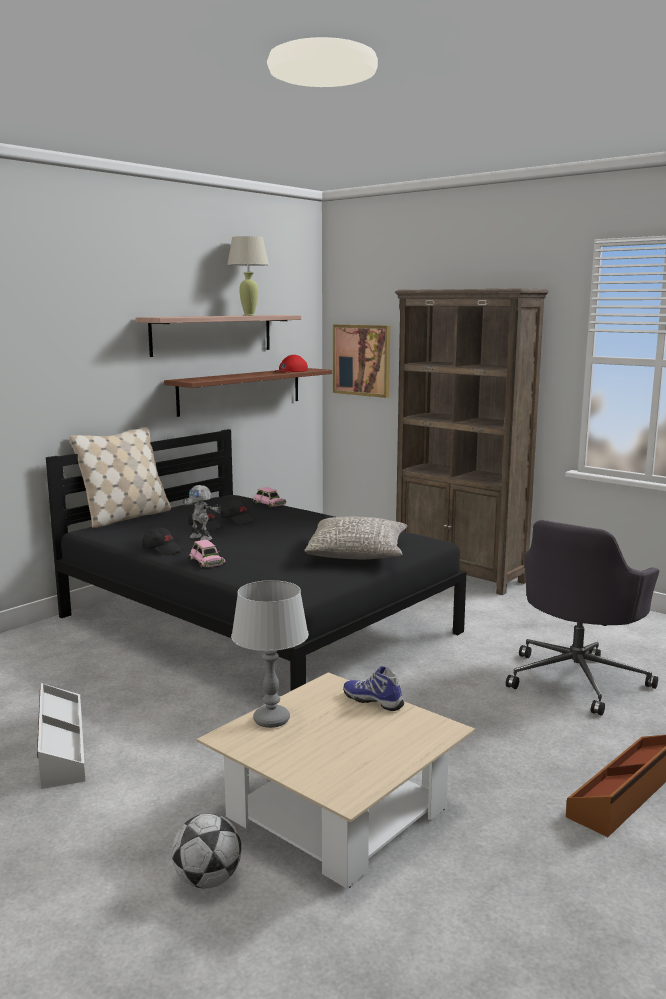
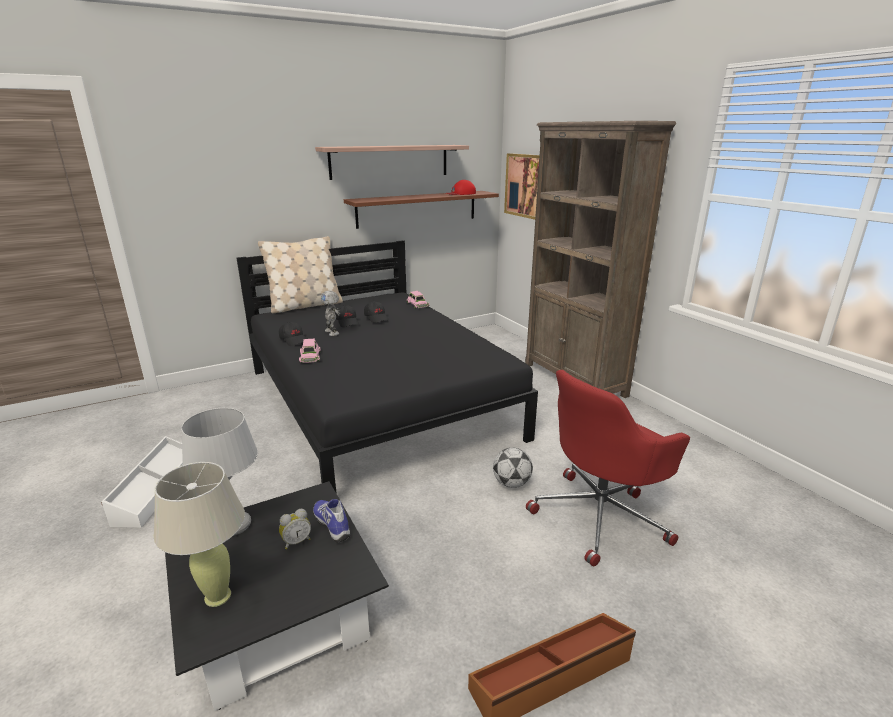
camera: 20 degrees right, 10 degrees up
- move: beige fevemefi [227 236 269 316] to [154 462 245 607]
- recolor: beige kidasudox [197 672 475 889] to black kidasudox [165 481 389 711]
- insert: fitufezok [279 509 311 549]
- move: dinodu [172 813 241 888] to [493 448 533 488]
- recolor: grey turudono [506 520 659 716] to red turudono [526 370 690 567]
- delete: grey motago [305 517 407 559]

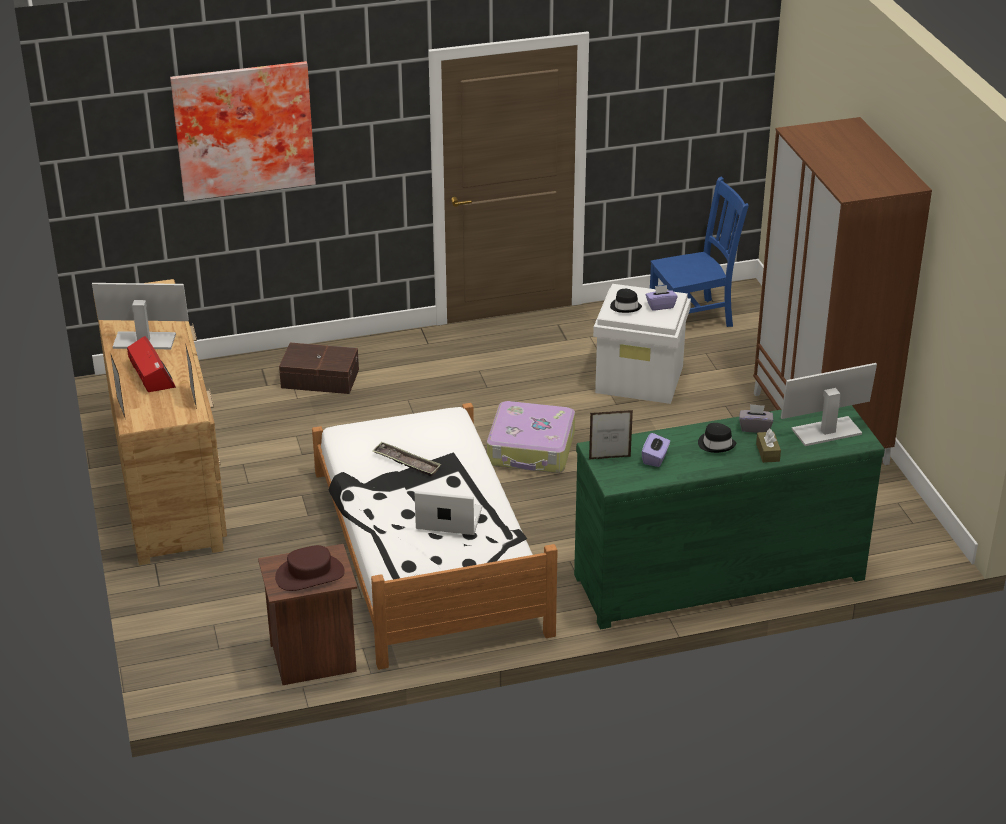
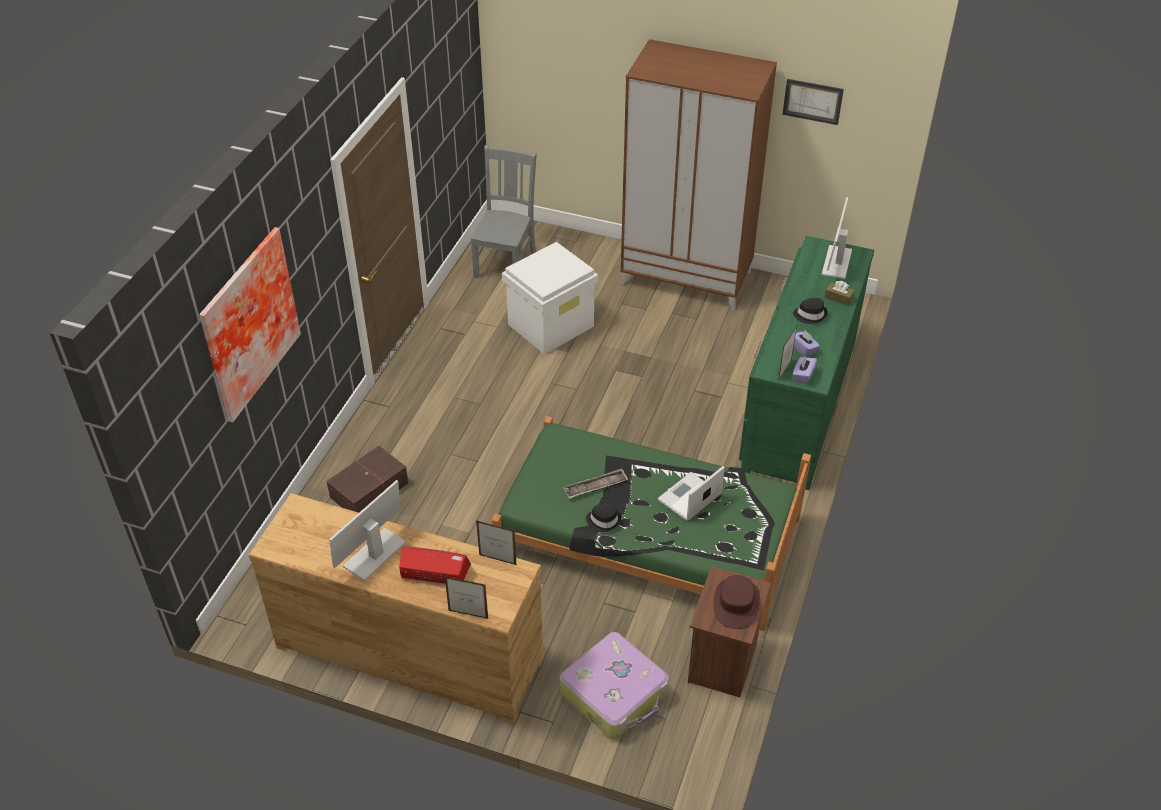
camera: 55 degrees left, 10 degrees up
- recolor: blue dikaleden [650 177 749 327] to grey dikaleden [471 145 537 278]
- recolor: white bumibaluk [312 403 558 670] to green bumibaluk [491 416 811 631]
- move: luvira [487 401 575 473] to [559 632 669 739]
- move: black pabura [610 289 642 313] to [586 503 621 532]
- insert: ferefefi [782 79 844 125]
- move: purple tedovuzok [646 285 677 311] to [793 357 817 385]
- delete: grey tedovuzok [739 404 773 433]

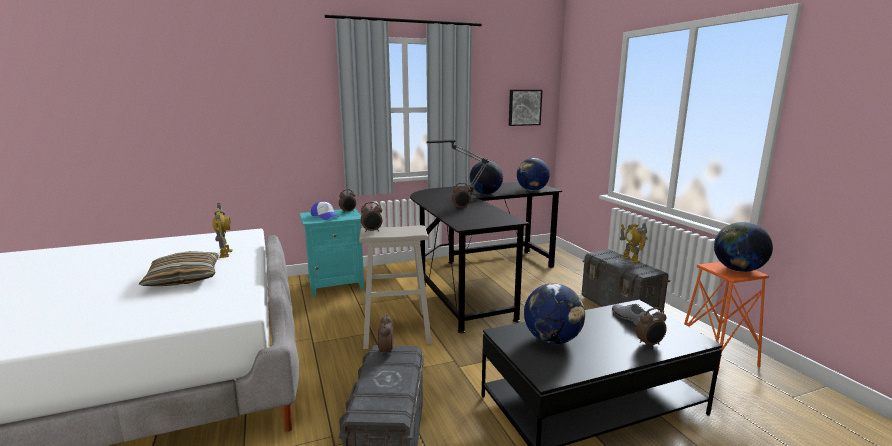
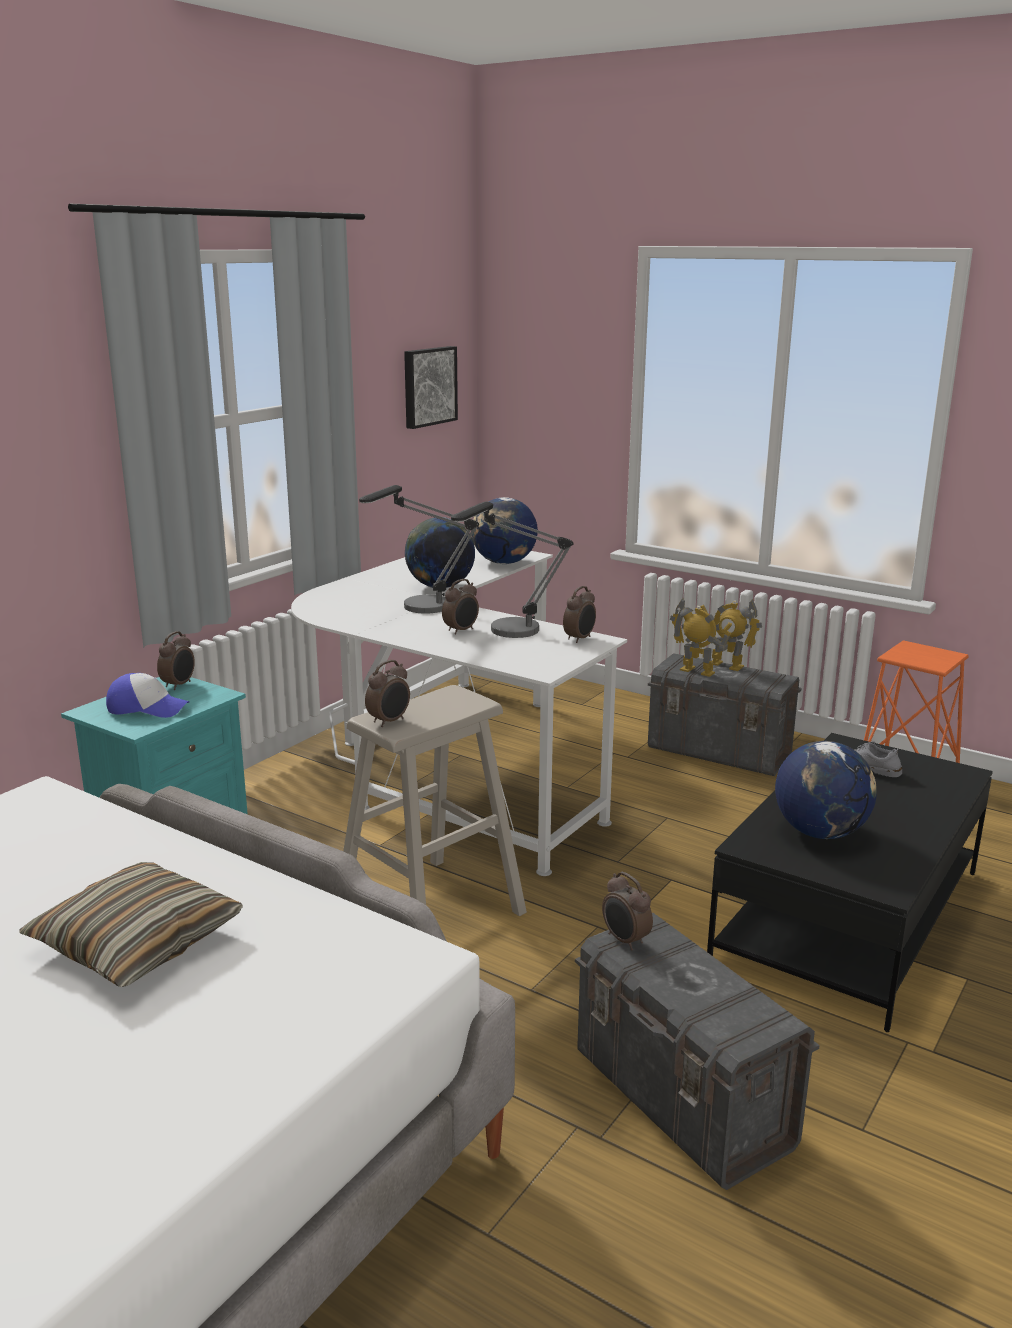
camera: 35 degrees left, 5 degrees up
- recolor: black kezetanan [410 182 562 333] to white kezetanan [291 545 627 876]
- insert: fevemefi [451 502 574 638]
- move: fitufezok [636 307 667 348] to [563 586 596 643]
- move: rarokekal [212 203 232 258] to [670 598 732 677]
- delete: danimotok [714 222 773 272]

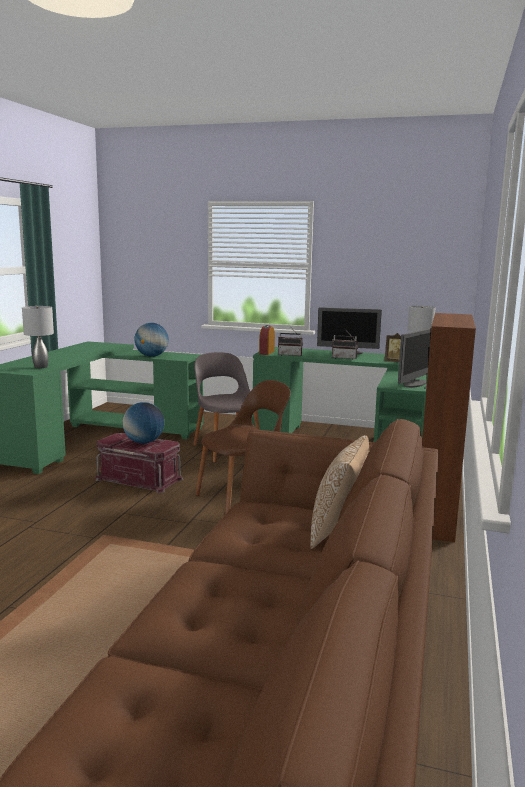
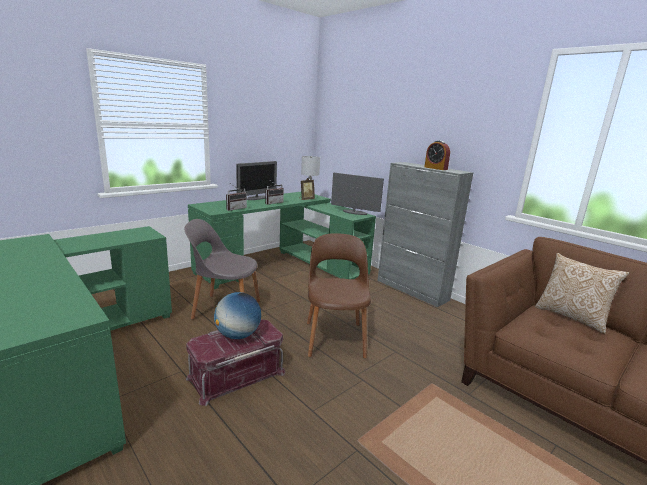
camera: 60 degrees left, 5 degrees up
- rotate: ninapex [398 328 431 388] = [331 173 384 215] 45 degrees counterclockwise
- recolor: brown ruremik [422 313 476 542] to grey ruremik [378 162 474 307]
- move: fitufezok [259 325 275 355] to [424 141 450 170]
- delete: grey fevemefi [22 306 54 368]
- delete: danimotok [134 323 169 357]

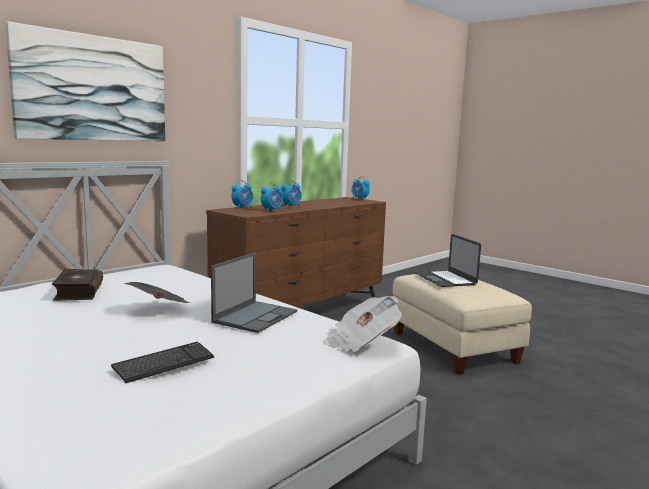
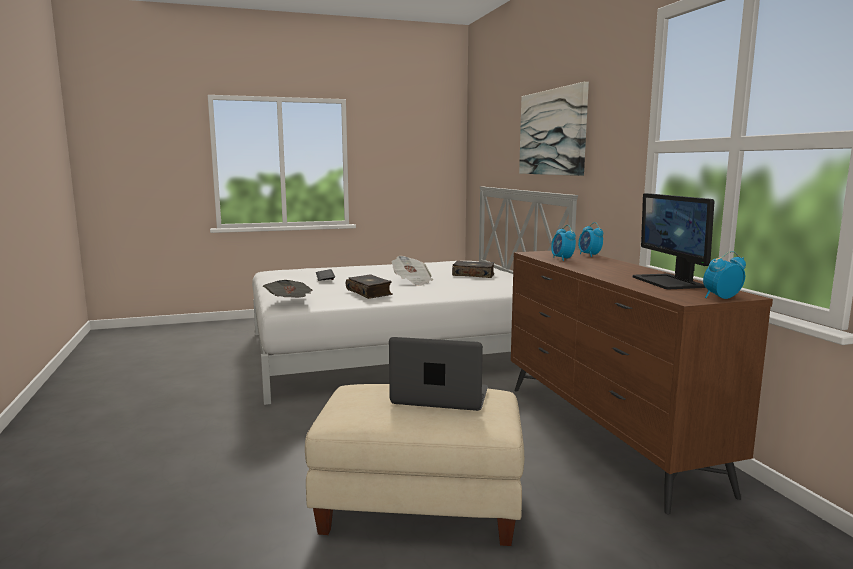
camera: 120 degrees right, 0 degrees up
- replace: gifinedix [211 252 297 333] to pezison [346 274 393 299]
- insert: ninapex [633 193 715 289]
- delete: fitufezok [281 180 302 207]

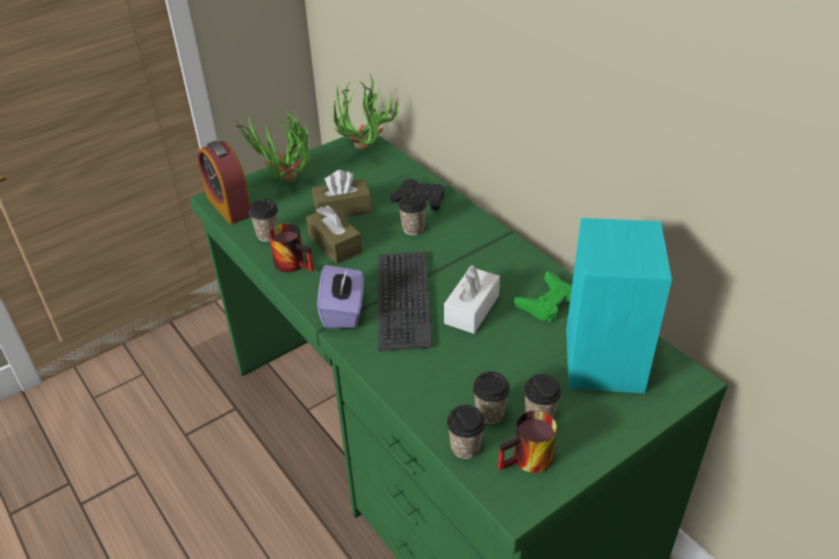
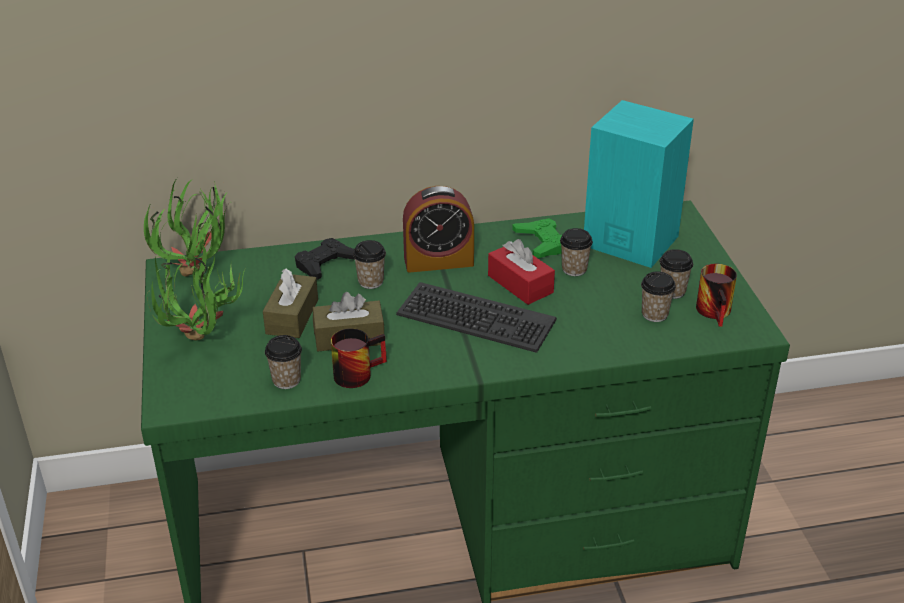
camera: 65 degrees left, 5 degrees down
- move: fitufezok [198 141 251 224] to [403 186 474 273]
- recolor: white tedovuzok [444 265 500 334] to red tedovuzok [488 239 555 305]
- move: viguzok [447 405 485 459] to [560 228 593 276]
- delete: purple tedovuzok [317 265 364 329]

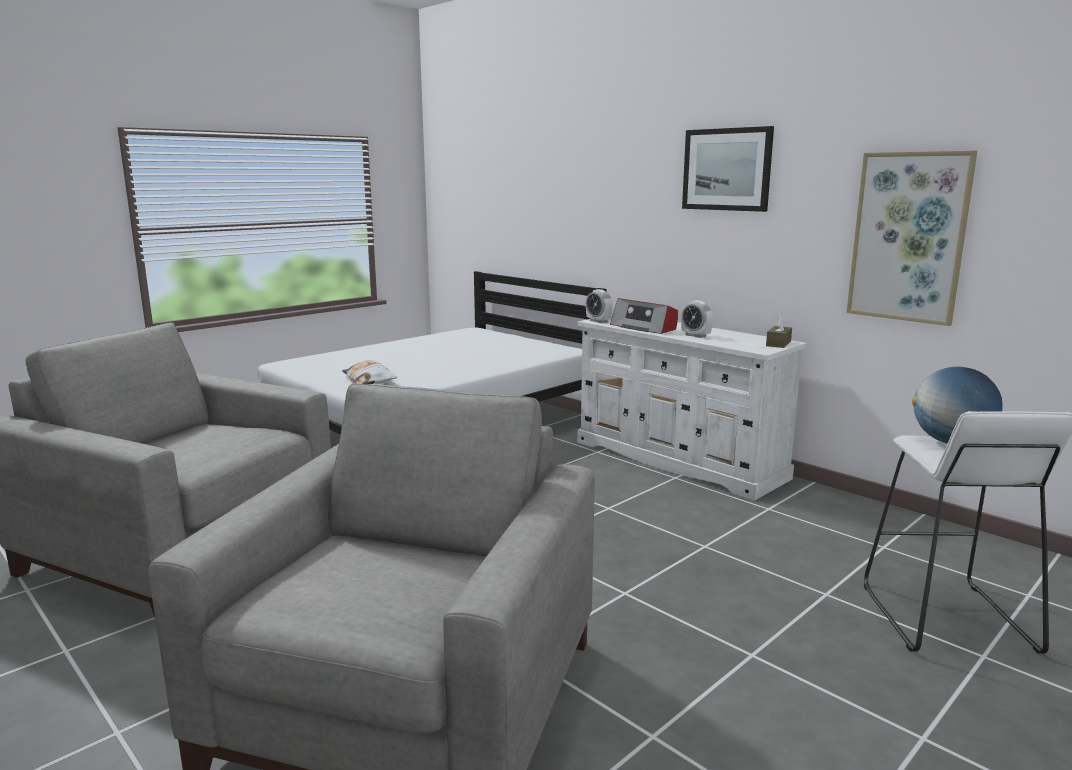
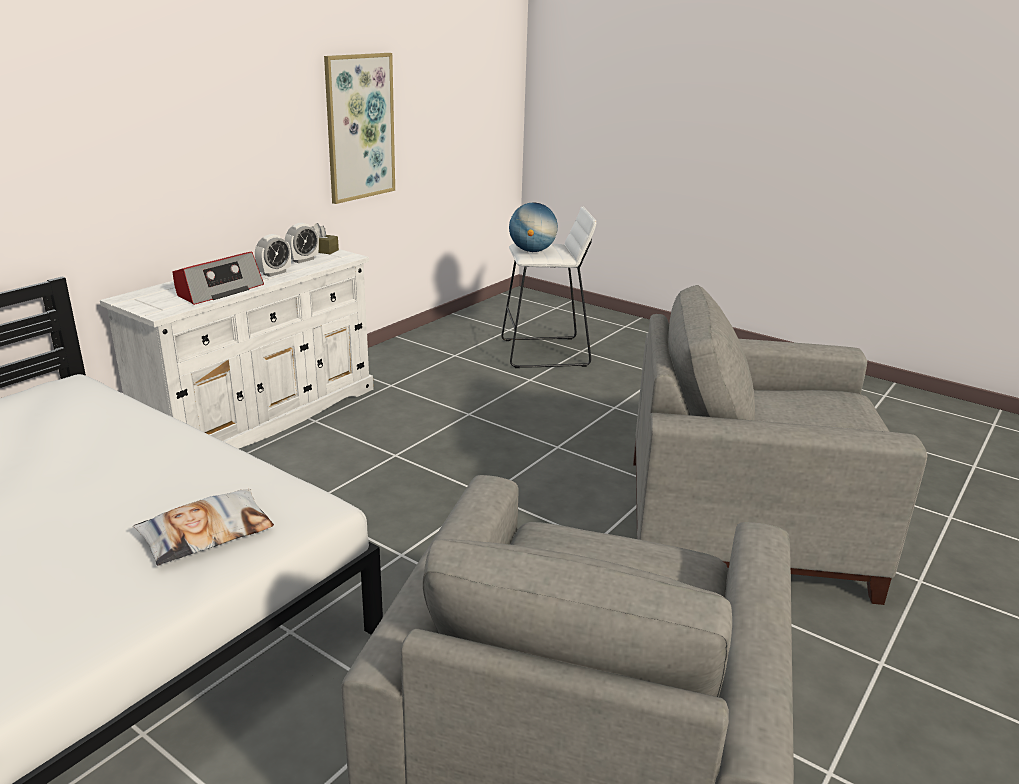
camera: 100 degrees left, 10 degrees up
- move: fitufezok [586 289 612 323] to [285 223 319 263]
- delete: ferefefi [682 126 774 212]

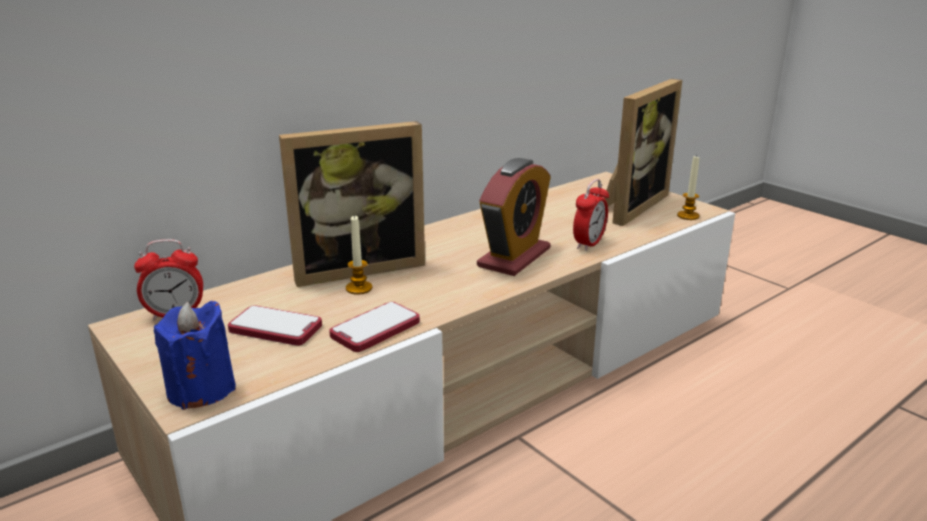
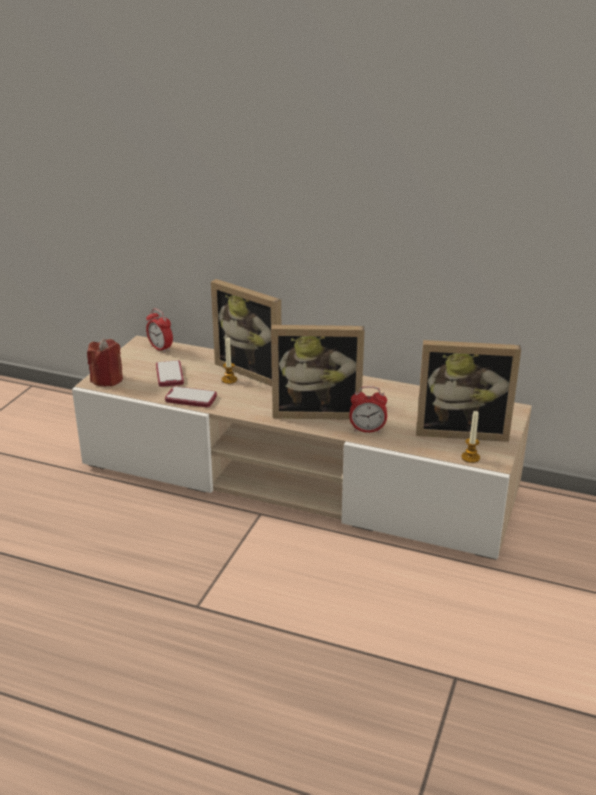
camera: 60 degrees right, 5 degrees up
- recolor: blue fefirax [154 301 236 410] to red fefirax [87 338 123 387]
- replace: fitufezok [477 158 551 276] to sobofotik [271 325 364 420]

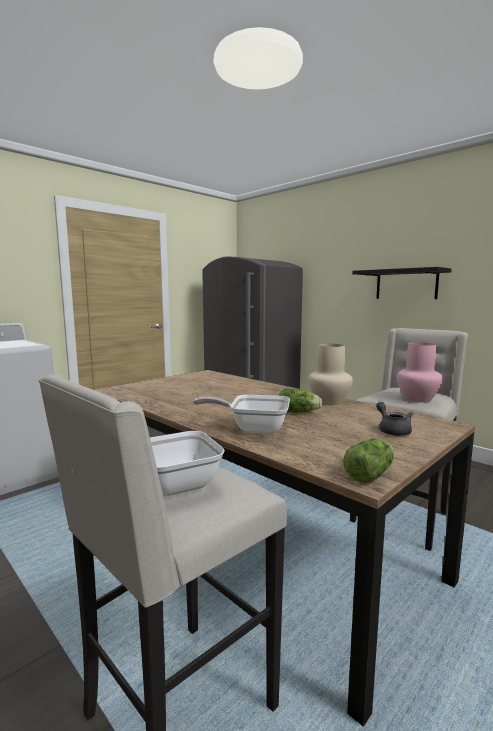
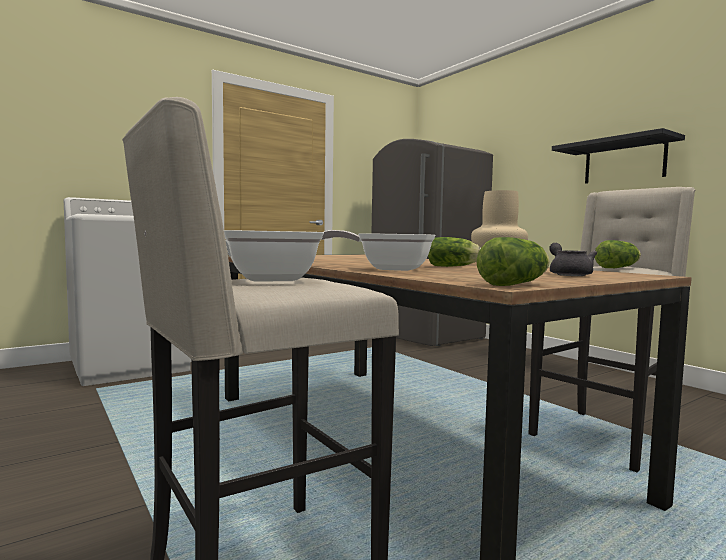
camera: 10 degrees right, 5 degrees down
- replace: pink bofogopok [397 342 443 403] to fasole [594 240 641 268]

